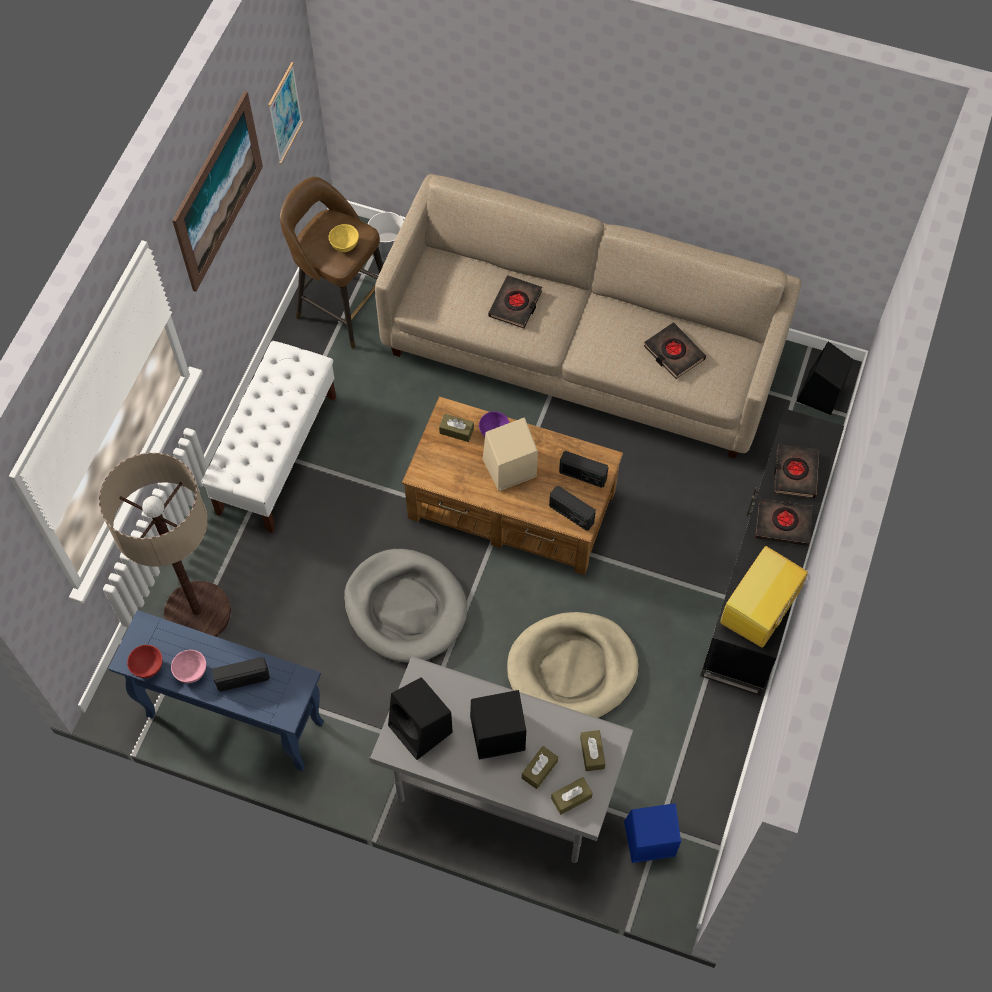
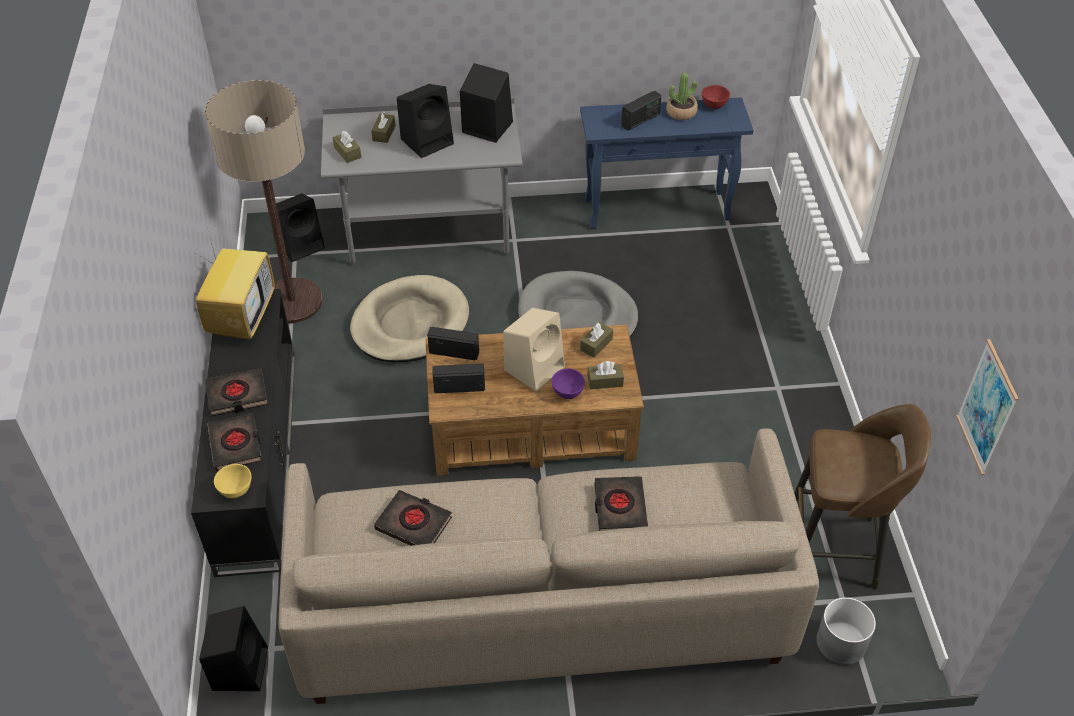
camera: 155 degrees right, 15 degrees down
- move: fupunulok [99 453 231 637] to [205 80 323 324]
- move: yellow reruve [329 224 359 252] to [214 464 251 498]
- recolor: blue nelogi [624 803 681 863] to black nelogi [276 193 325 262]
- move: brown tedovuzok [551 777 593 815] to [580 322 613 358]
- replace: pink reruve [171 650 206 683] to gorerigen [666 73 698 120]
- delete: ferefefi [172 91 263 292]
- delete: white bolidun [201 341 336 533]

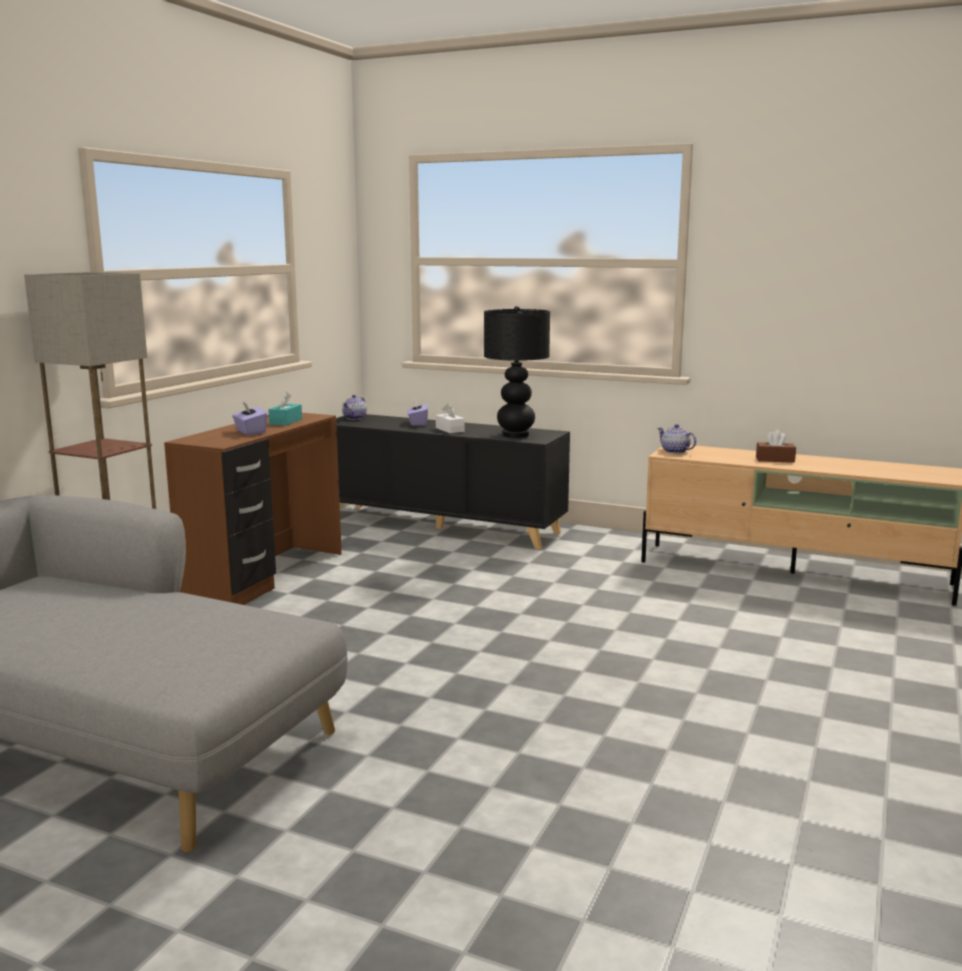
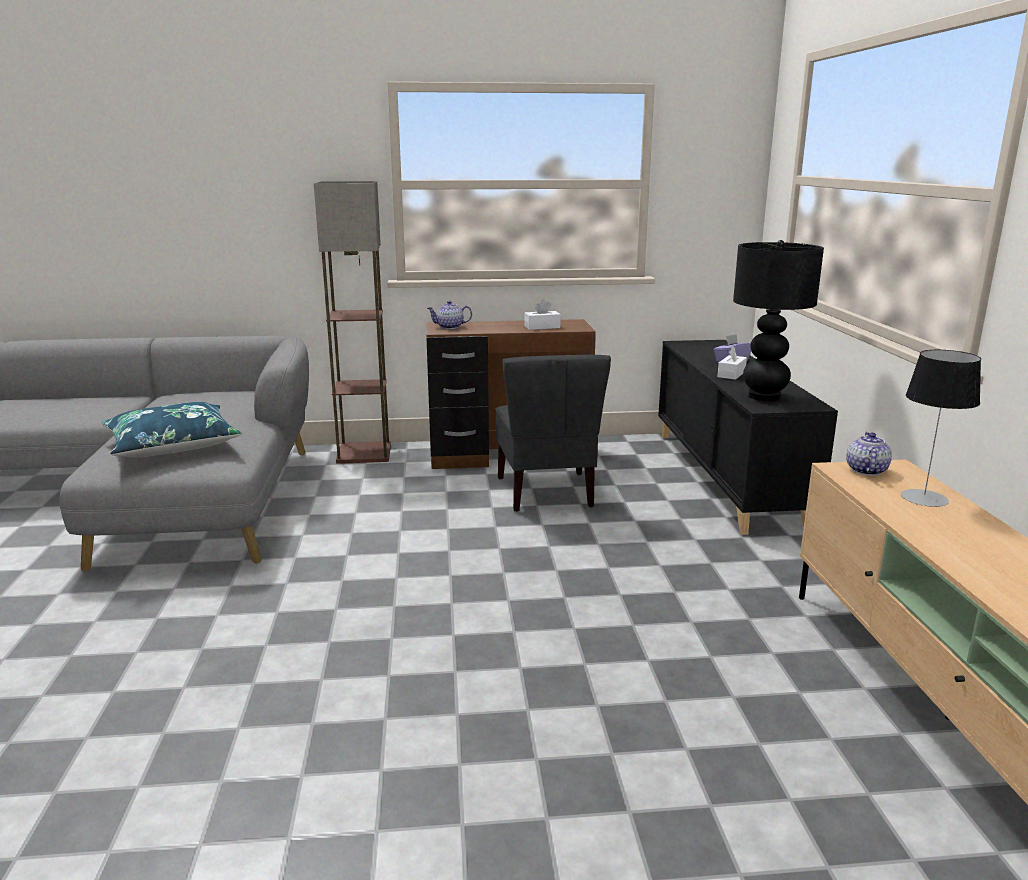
camera: 60 degrees right, 5 degrees up
- insert: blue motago [102 402 242 458]
- move: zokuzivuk [342 395 367 420] to [427 301 472 329]
- insert: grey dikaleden [495 355 611 512]
- recolor: turquoise tedovuzok [268 392 302 426] to white tedovuzok [525 300 561 330]
- insert: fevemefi [901 350 981 507]
- delete: purple tedovuzok [232 402 267 435]
- delete: brown tedovuzok [756 430 796 463]

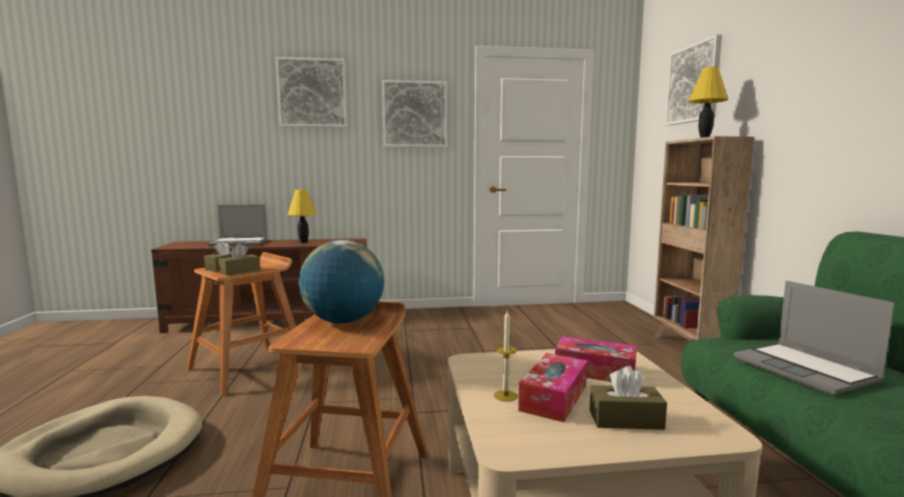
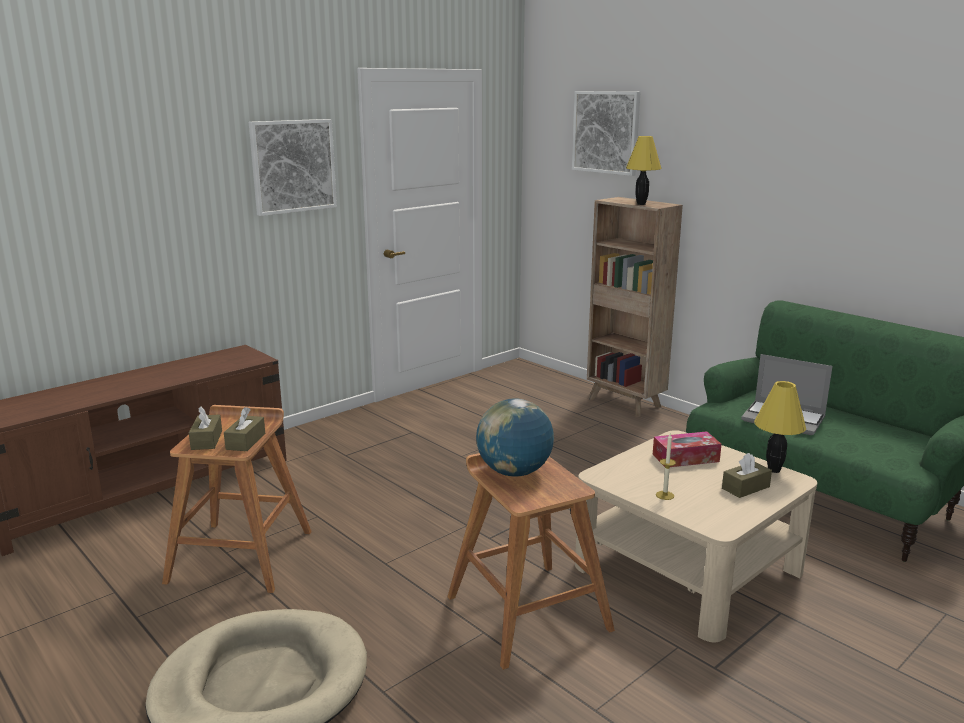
camera: 35 degrees left, 10 degrees up
- move: yellow fevemefi [288 189 317 243] to [754 381 806 473]
- delete: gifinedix [207 204 268 247]
- delete: ferefefi [276 57 348 128]
- delete: tedovuzok [518 353 587 422]

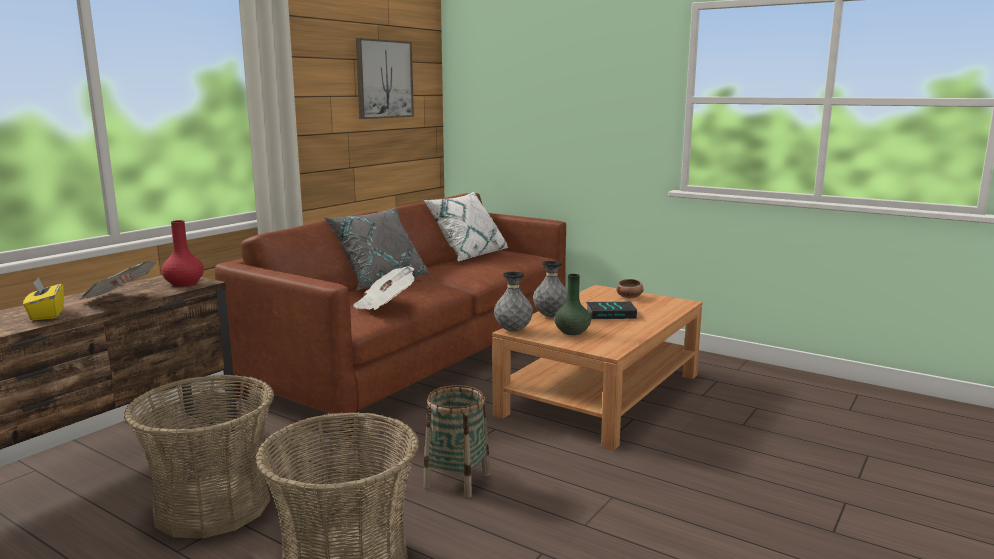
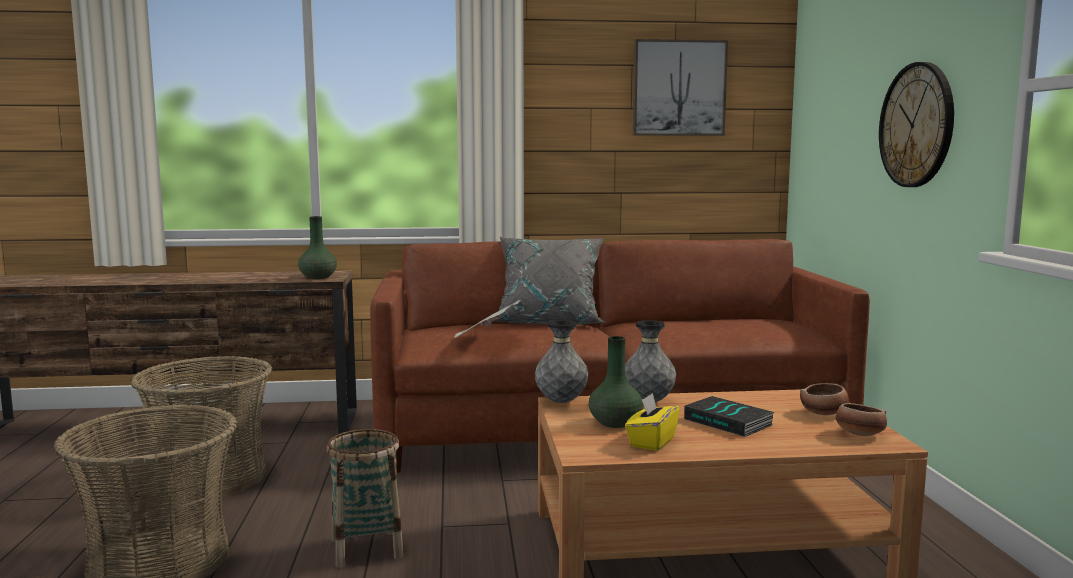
camera: 50 degrees right, 5 degrees down
- recolor: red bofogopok [161 220 204 287] to green bofogopok [298 216 337 279]
- move: yellow tedovuzok [23 277 64 321] to [625 393 680 451]
- insert: reruve [836 403 887 436]
- insert: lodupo [879 62 954 187]
- delete: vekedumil [79 261 157 300]
- delete: white motago [424 192 508 261]

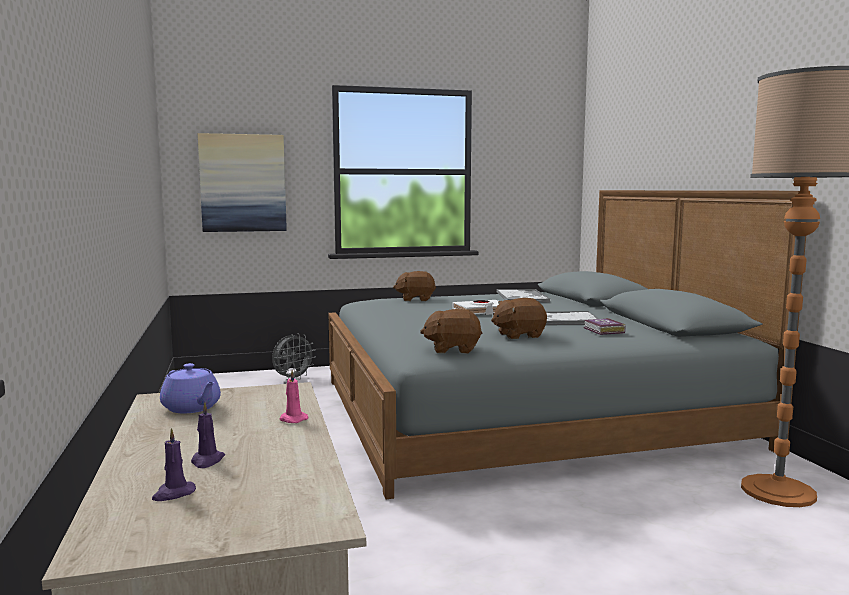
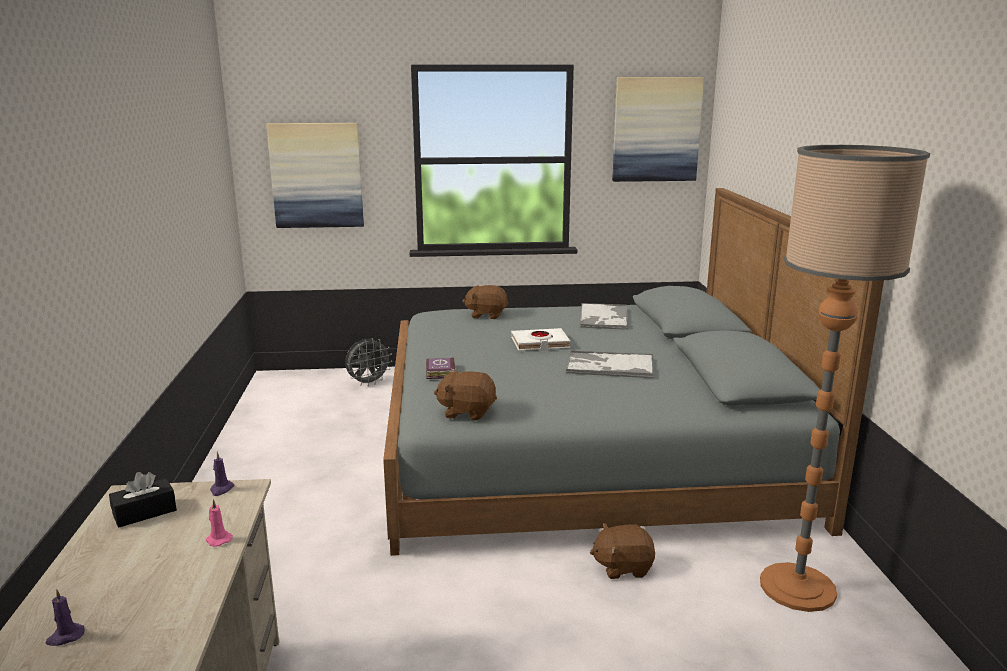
camera: 10 degrees right, 10 degrees up
- replace: purple zokuzivuk [160 363 221 413] to black tedovuzok [109 472 177 528]
- move: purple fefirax [191 402 225 468] to [210 452 234 496]
- move: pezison [583 318 626 335] to [426 357 455 379]
- move: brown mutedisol [491 298 547 339] to [590 523 655 579]
- insert: ferefefi [612 77 704 182]

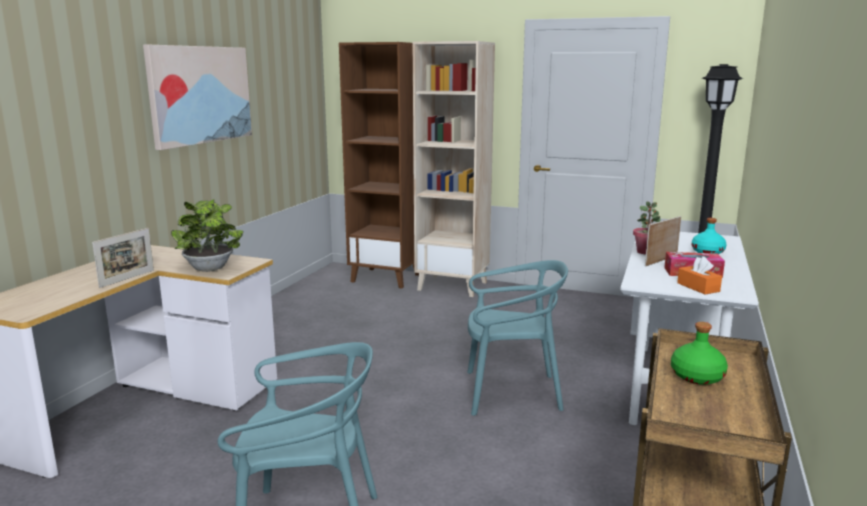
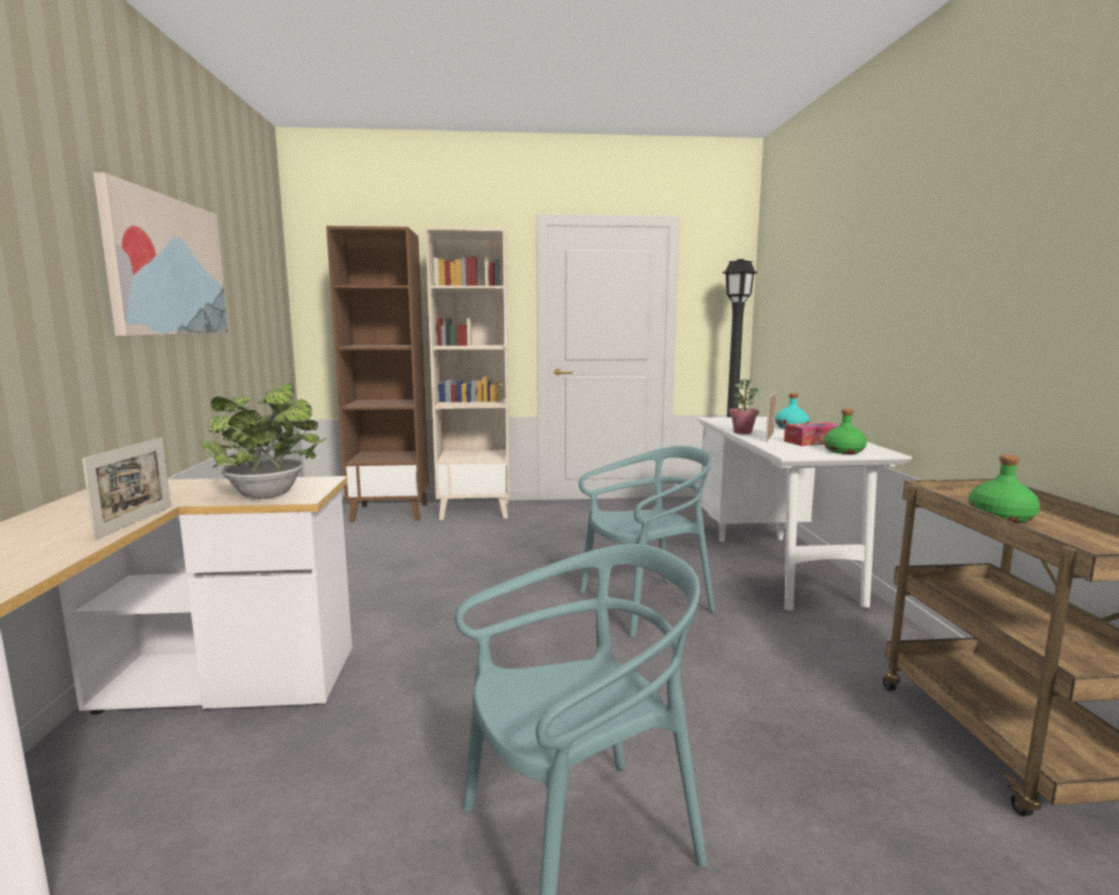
camera: 25 degrees left, 5 degrees down
- replace: orange tedovuzok [677 256 722 294] to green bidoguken [824 409 867 454]

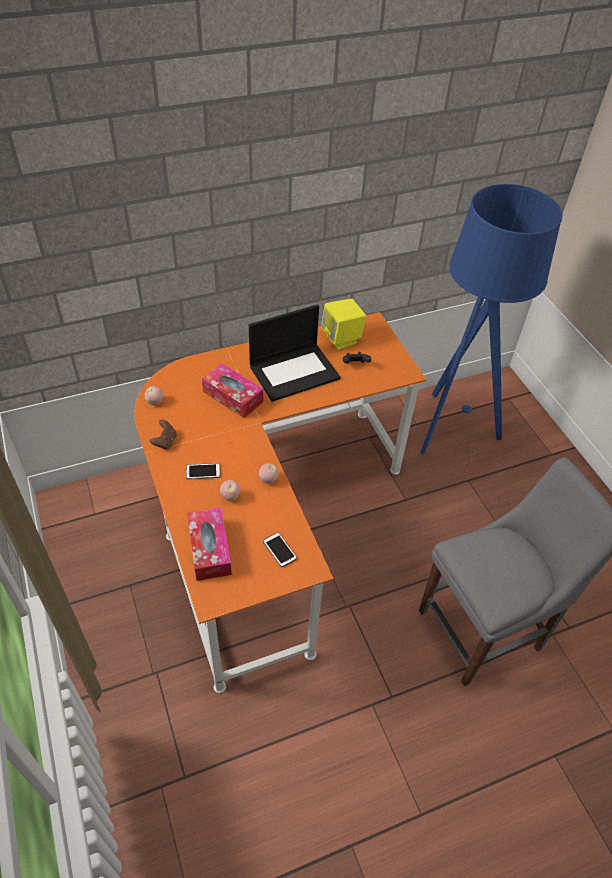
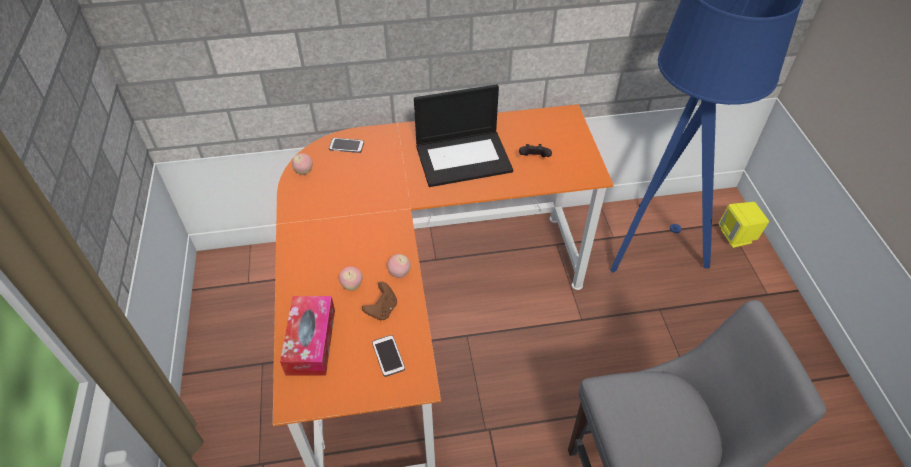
camera: 15 degrees right, 0 degrees up
- move: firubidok [186 463 220 479] to [329 138 364 153]
- move: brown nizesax [150 419 177 450] to [362 282 397 321]
- move: yellow nelogi [321 299 366 350] to [719 202 769 248]
- delete: tedovuzok [202 364 263 418]

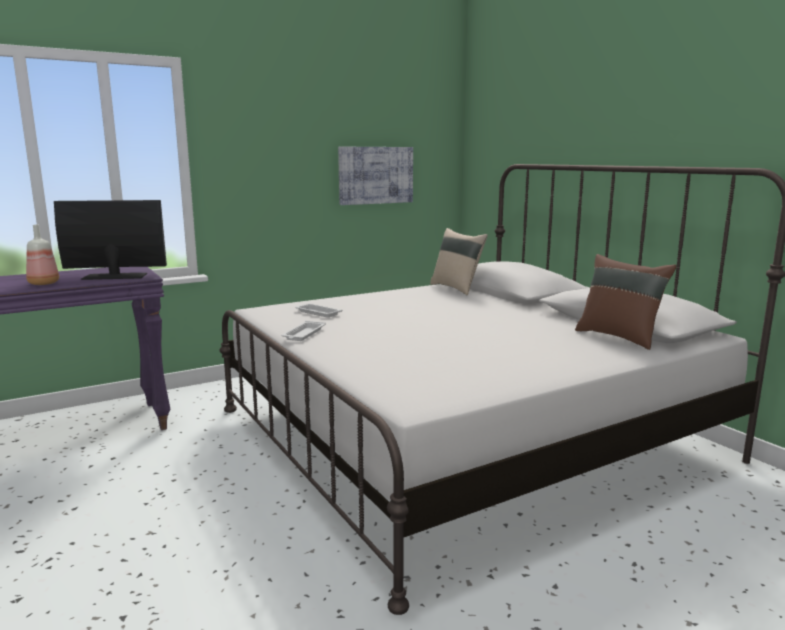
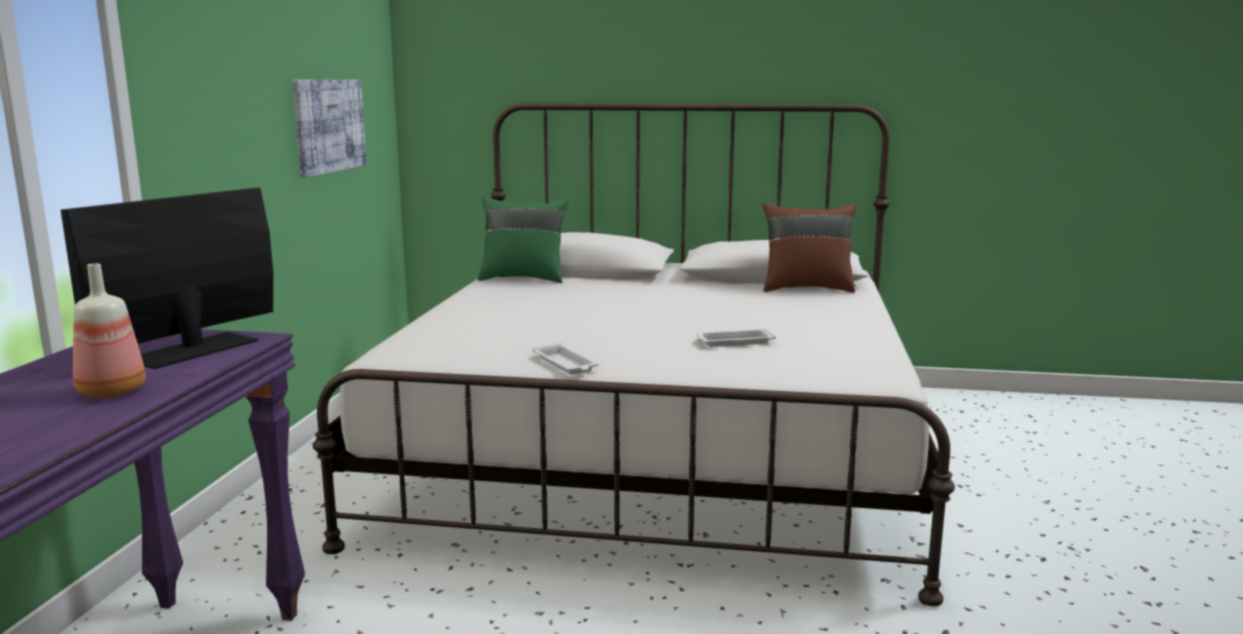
camera: 50 degrees left, 0 degrees up
- recolor: beige motago [430 228 487 295] to green motago [478 197 568 283]
- move: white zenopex [295 303 342 317] to [696 328 776 347]

